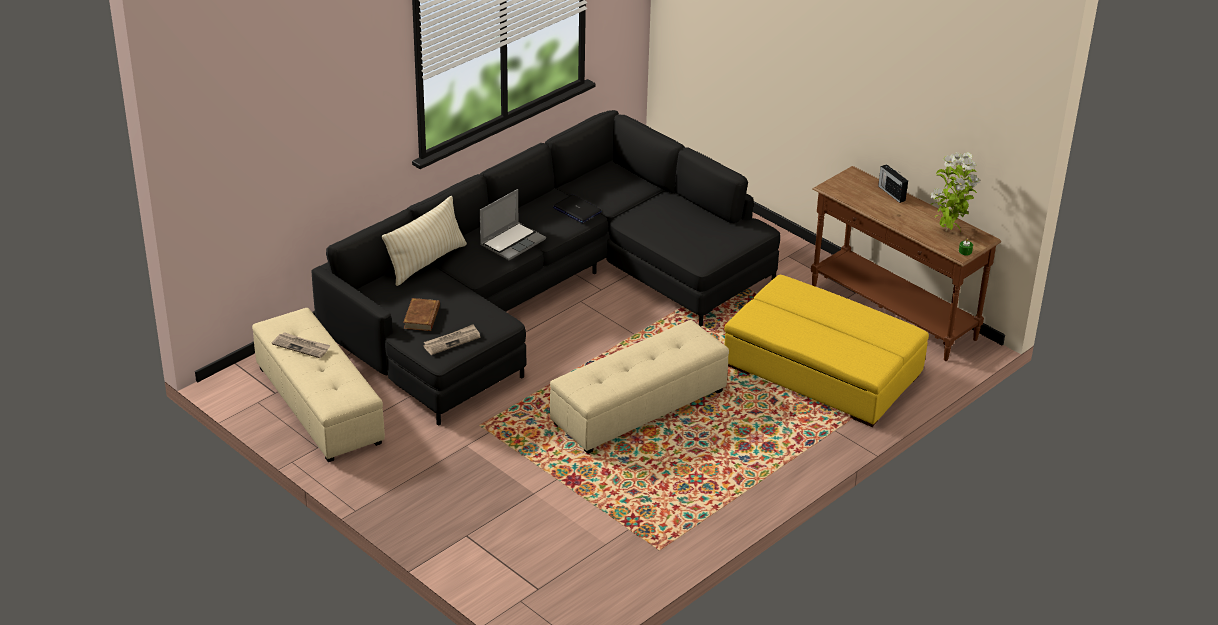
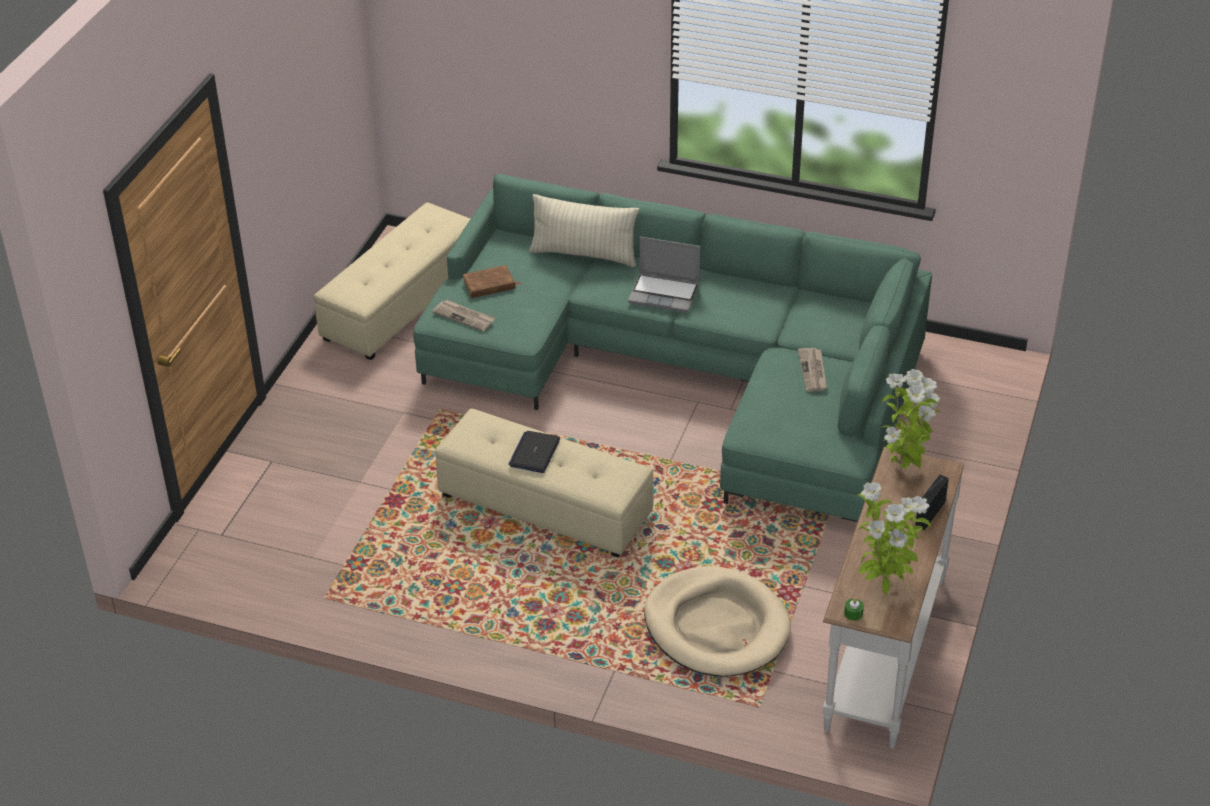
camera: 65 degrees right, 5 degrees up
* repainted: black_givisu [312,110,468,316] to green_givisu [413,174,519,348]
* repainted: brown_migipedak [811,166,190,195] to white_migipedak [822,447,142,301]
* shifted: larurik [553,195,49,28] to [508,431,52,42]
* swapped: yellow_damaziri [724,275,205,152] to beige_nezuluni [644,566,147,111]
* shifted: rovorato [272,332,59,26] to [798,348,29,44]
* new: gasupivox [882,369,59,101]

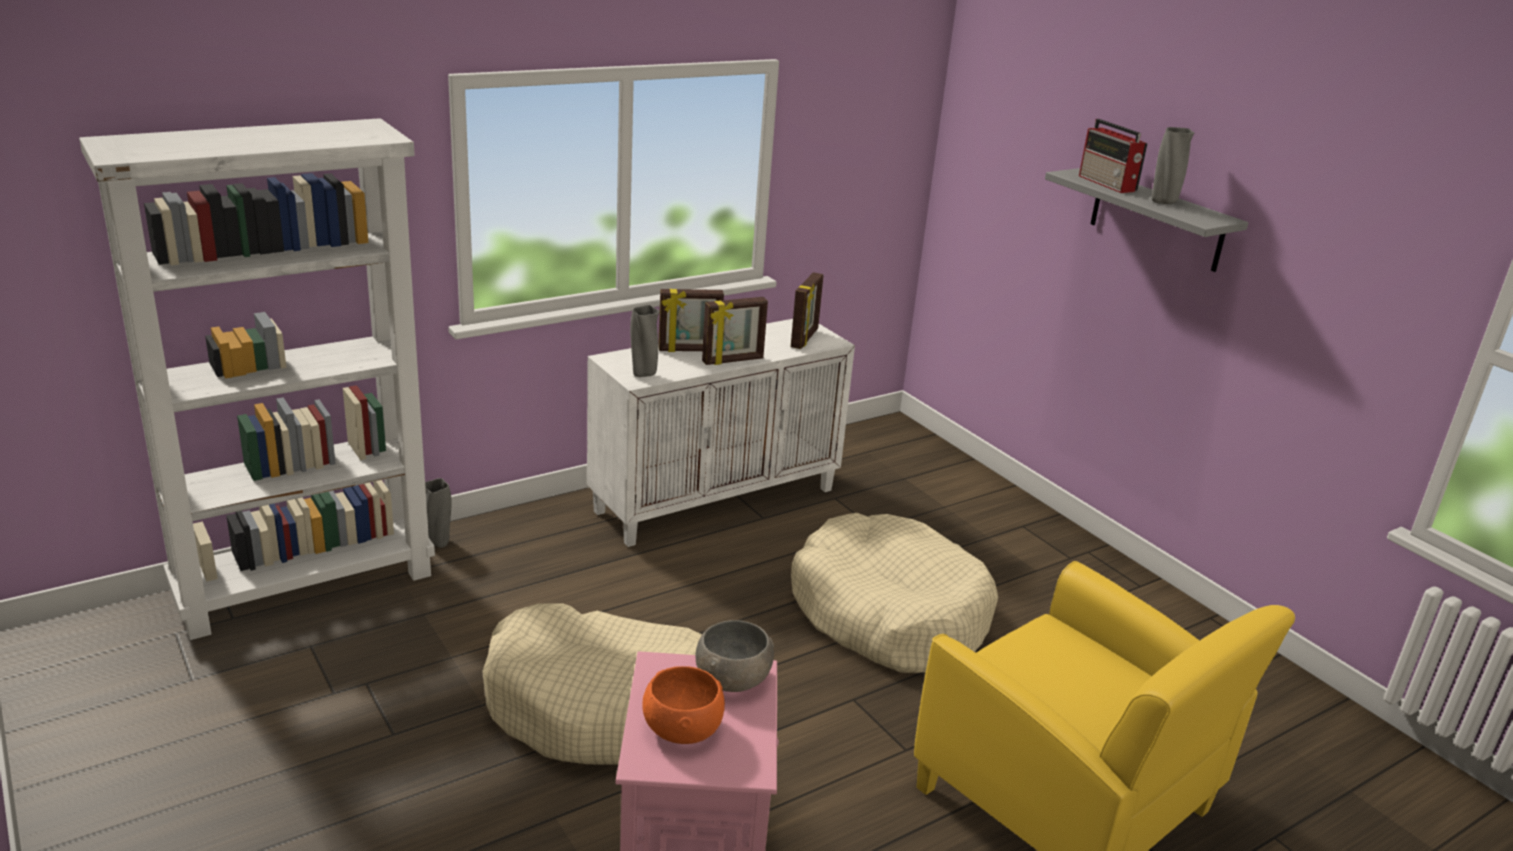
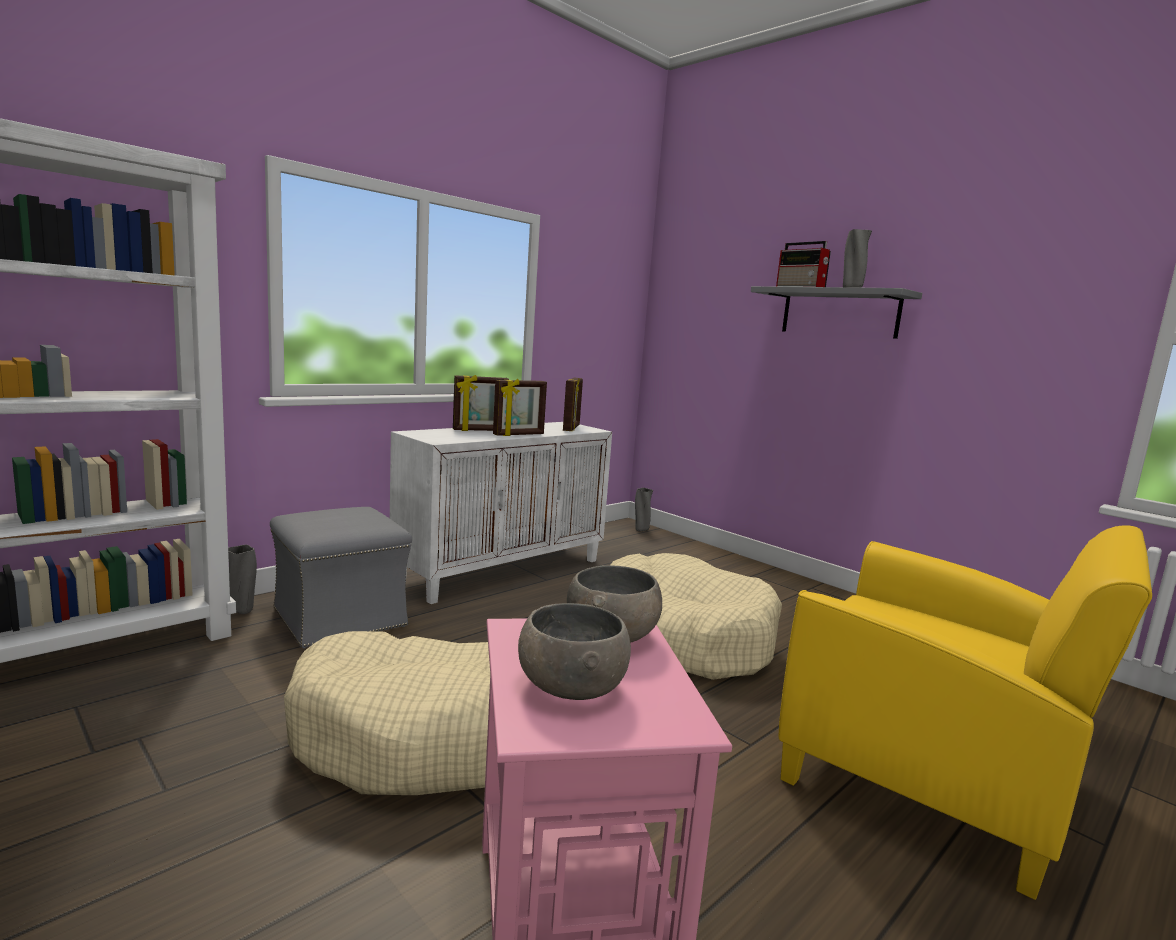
camera: 10 degrees left, 15 degrees down
* shifted: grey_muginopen [630,305,29,72] to [635,488,18,43]
* repainted: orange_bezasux [642,666,83,78] to grey_bezasux [518,603,113,97]
* new: grey_damaziri [270,507,142,141]

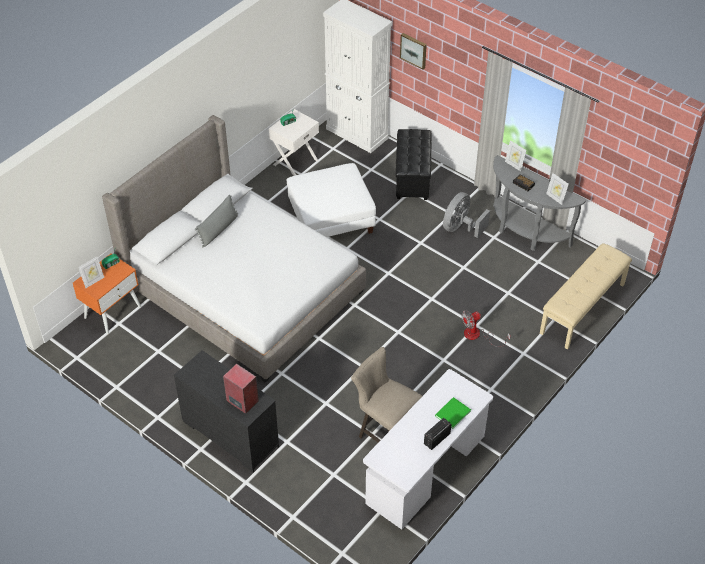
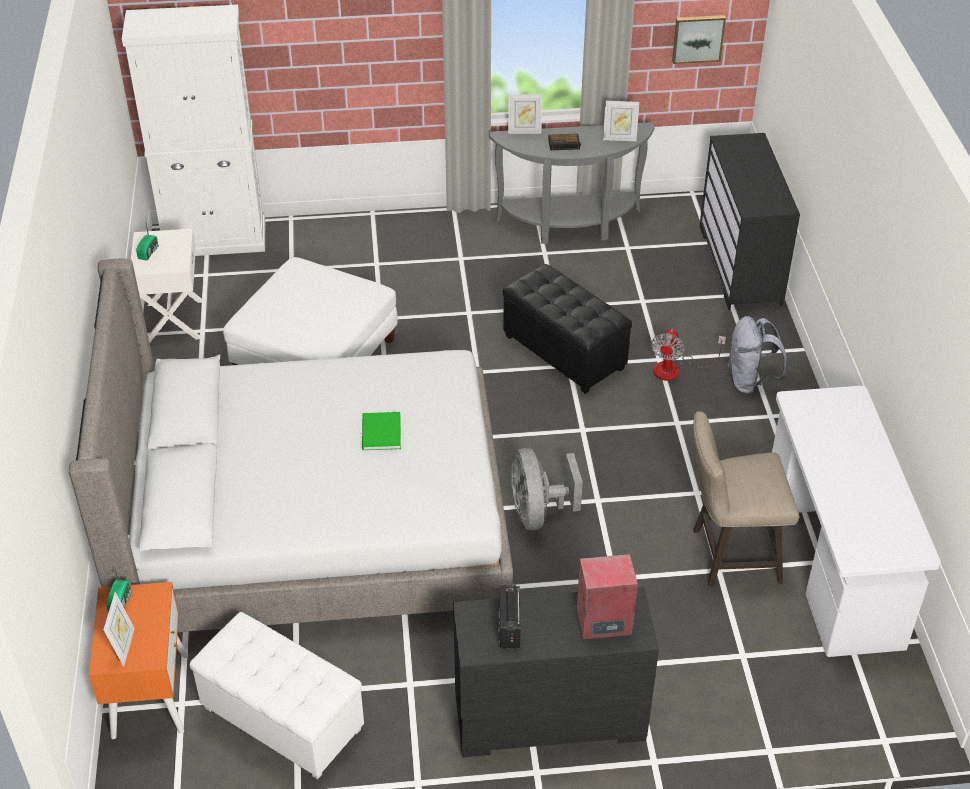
camera: 45 degrees left, 5 degrees down
* shifted: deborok [400,33,27,37] to [672,15,54,49]
* shifted: black_damaziri [395,129,37,71] to [502,264,130,130]
* shifted: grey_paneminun [443,192,47,46] to [511,448,72,82]
* gone: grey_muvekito [195,195,43,52]
* swapped: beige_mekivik [540,243,92,107] to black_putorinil [700,133,100,177]
* shifted: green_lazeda [435,397,36,32] to [362,412,39,39]
* shifted: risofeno [424,418,28,32] to [498,585,23,64]
* new: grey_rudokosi [728,316,59,78]
* new: white_damaziri [190,612,174,167]

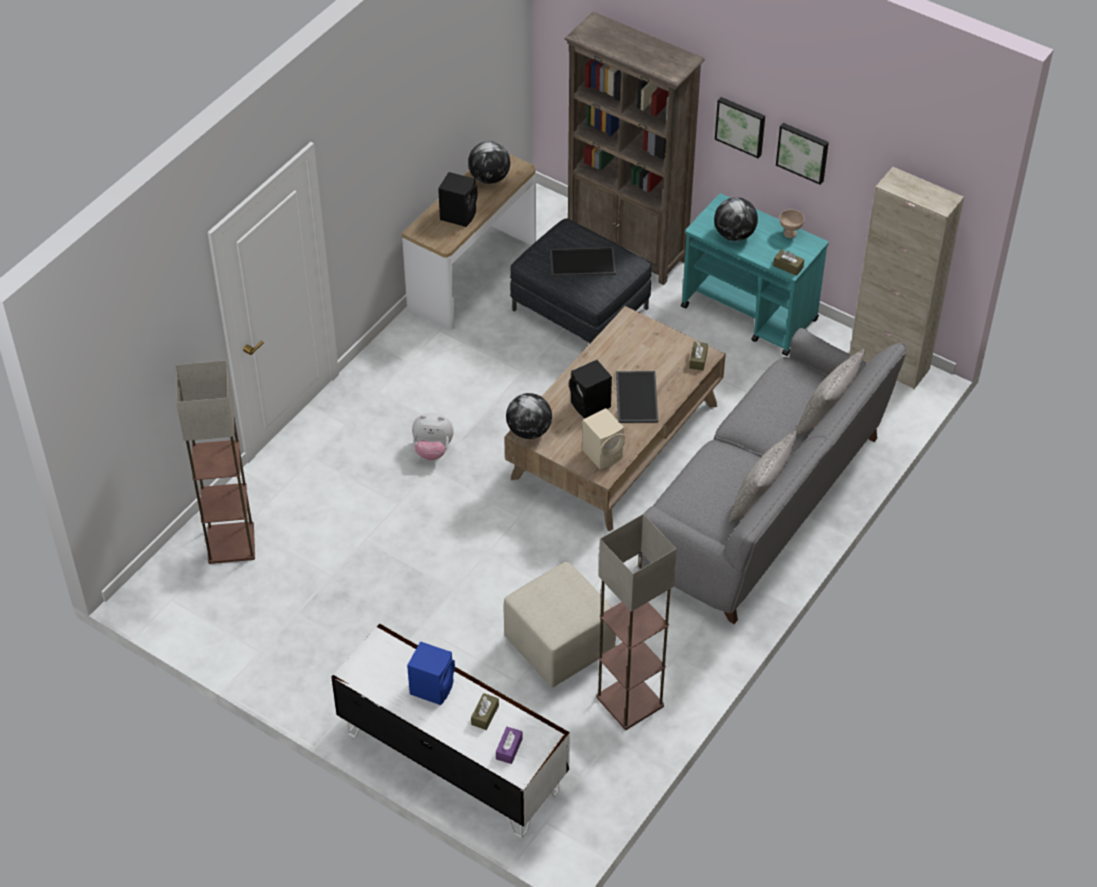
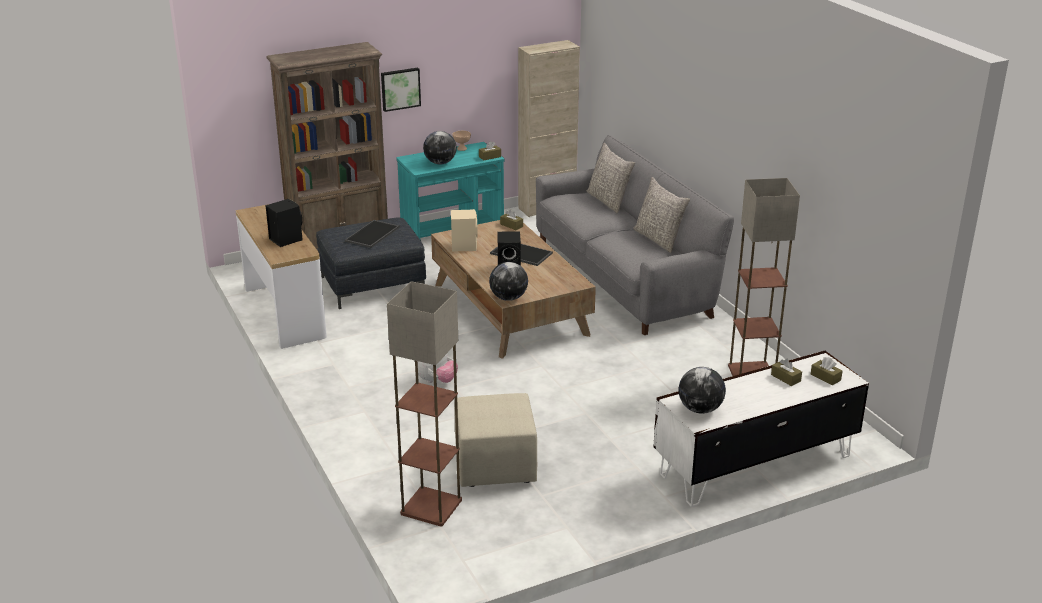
camera: 60 degrees left, 20 degrees down
* gone: deborok [776,123,53,62]
* shifted: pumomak [468,141,42,43] to [679,367,47,47]
* shifted: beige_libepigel [582,408,43,61] to [451,209,27,43]
* shifted: beige_damaziri [504,562,112,126] to [454,393,83,94]
* gone: blue_libepigel [407,641,48,64]
* repainted: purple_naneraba [496,727,27,37] to brown_naneraba [811,357,31,28]

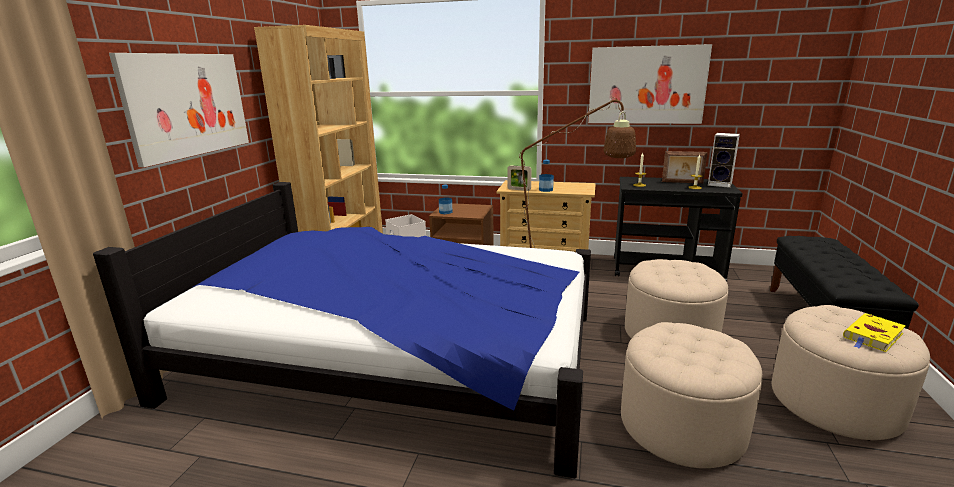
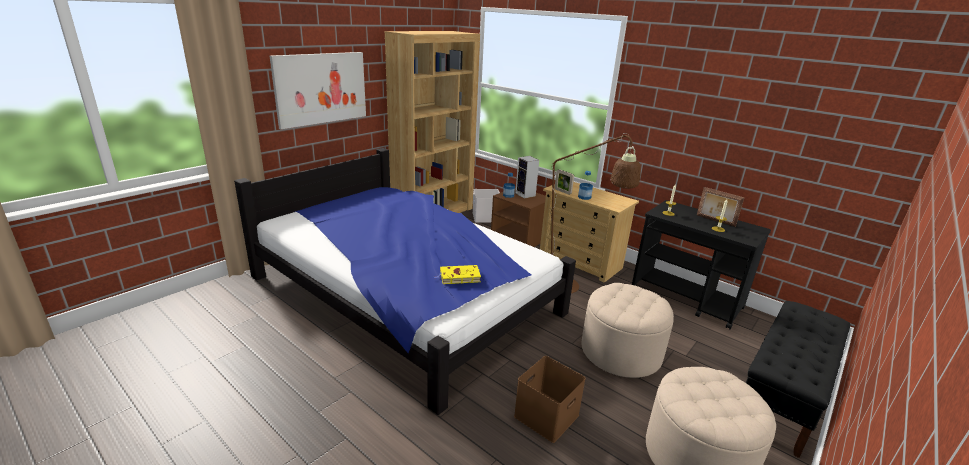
camera: 25 degrees right, 5 degrees up
* gone: deborok [588,44,124,80]
* shifted: libepigel [708,133,32,55] to [515,156,24,42]
* shifted: yellow_lazeda [843,313,63,39] to [434,265,47,19]
* swapped: beige_damaziri [621,322,141,146] to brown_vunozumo [514,356,72,87]

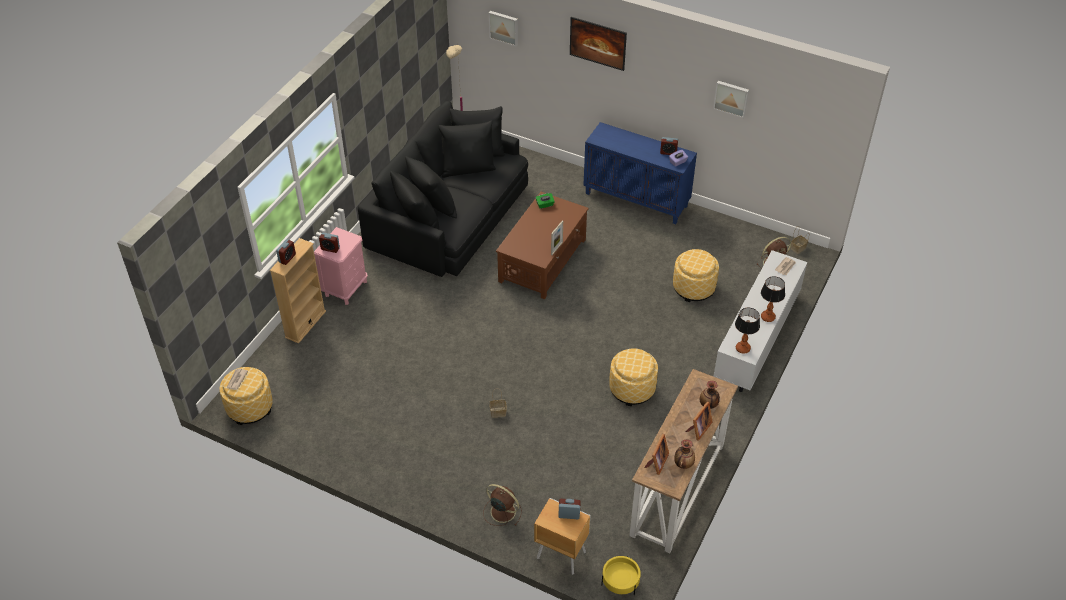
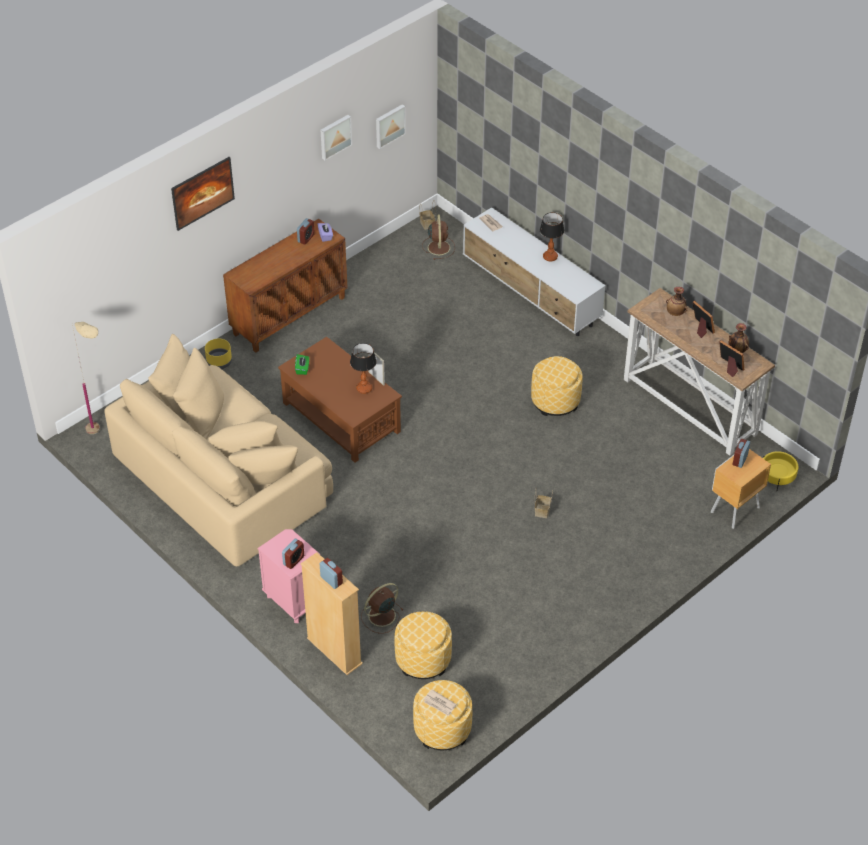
camera: 70 degrees left, 0 degrees up
* shifted: deborok [489,11,29,35] to [376,104,30,45]
* repainted: black_givisu [358,101,170,176] to beige_givisu [104,334,229,232]
* repainted: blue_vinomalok [583,122,114,102] to brown_vinomalok [223,219,125,134]
* shifted: damaziri [673,249,46,53] to [395,611,57,68]
* shifted: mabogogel [735,308,25,46] to [350,343,27,51]
* shifted: brown_paneminun [483,484,39,42] to [361,583,42,51]
* new: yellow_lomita [205,338,27,31]

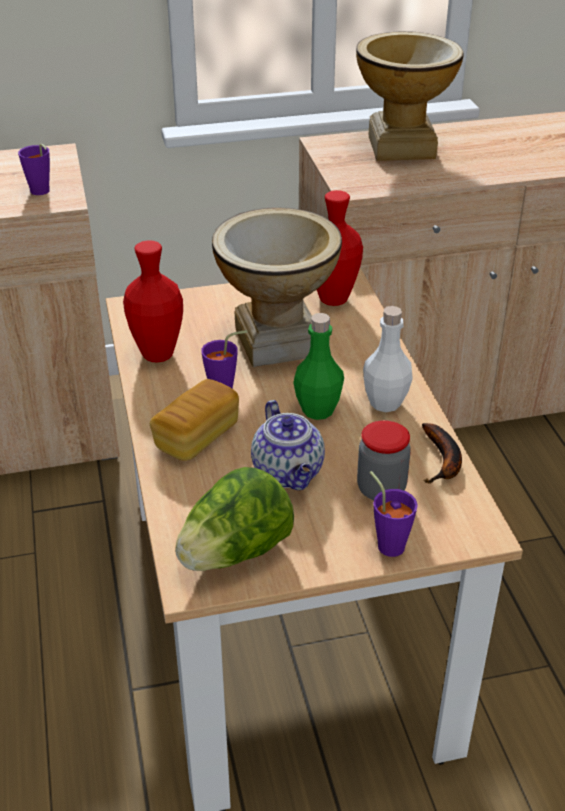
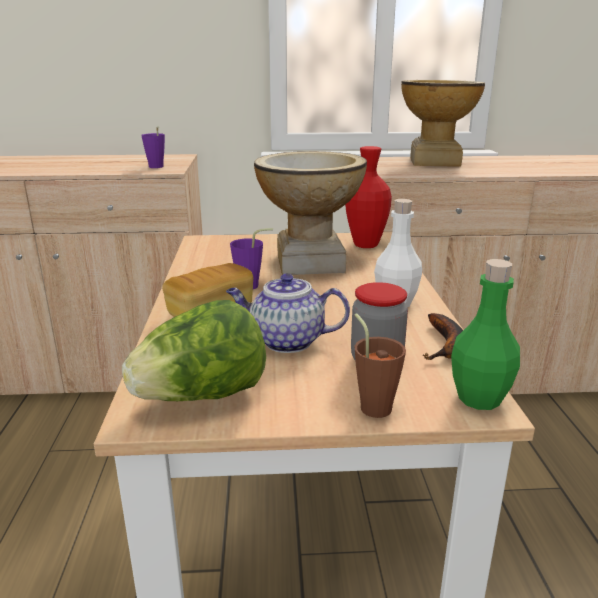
camera: 10 degrees right, 15 degrees down
* gone: red_muginopen [123,240,60,122]
* shifted: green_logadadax [293,313,51,107] to [451,259,69,151]
* rotated: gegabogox [251,400,74,90] = [226,273,124,80] 105 degrees clockwise
* repainted: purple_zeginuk [370,471,48,86] to brown_zeginuk [355,313,51,105]

